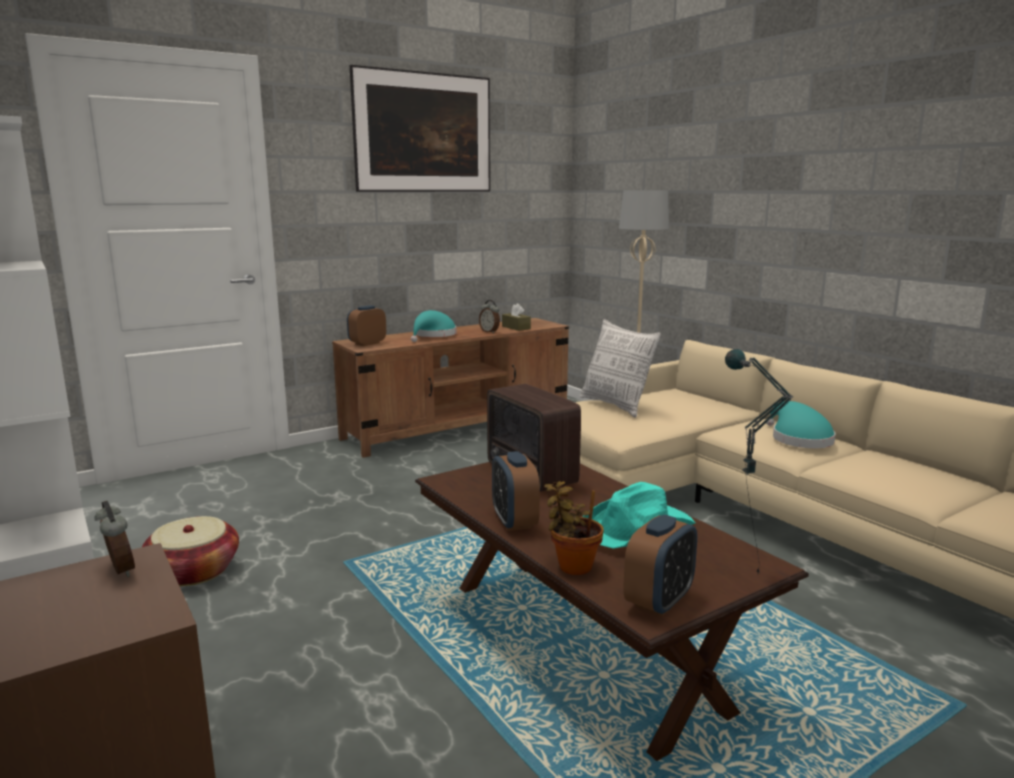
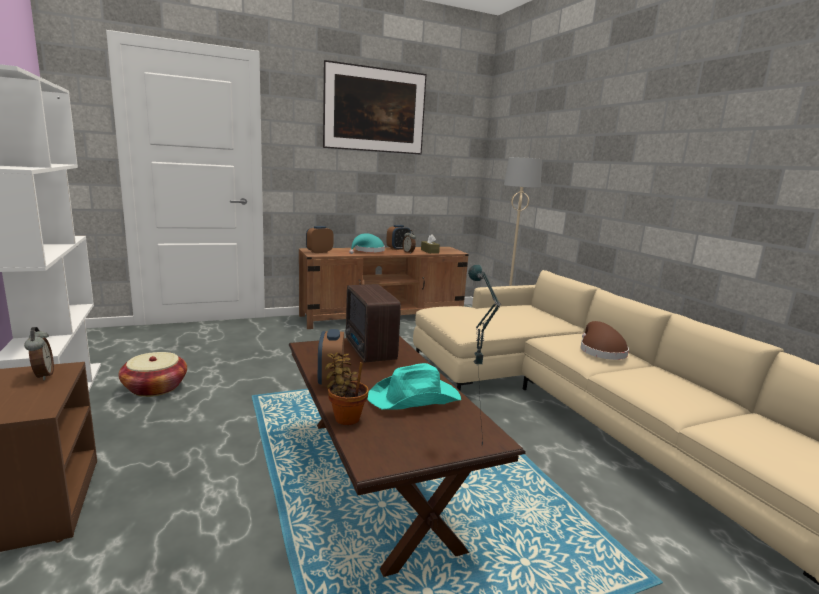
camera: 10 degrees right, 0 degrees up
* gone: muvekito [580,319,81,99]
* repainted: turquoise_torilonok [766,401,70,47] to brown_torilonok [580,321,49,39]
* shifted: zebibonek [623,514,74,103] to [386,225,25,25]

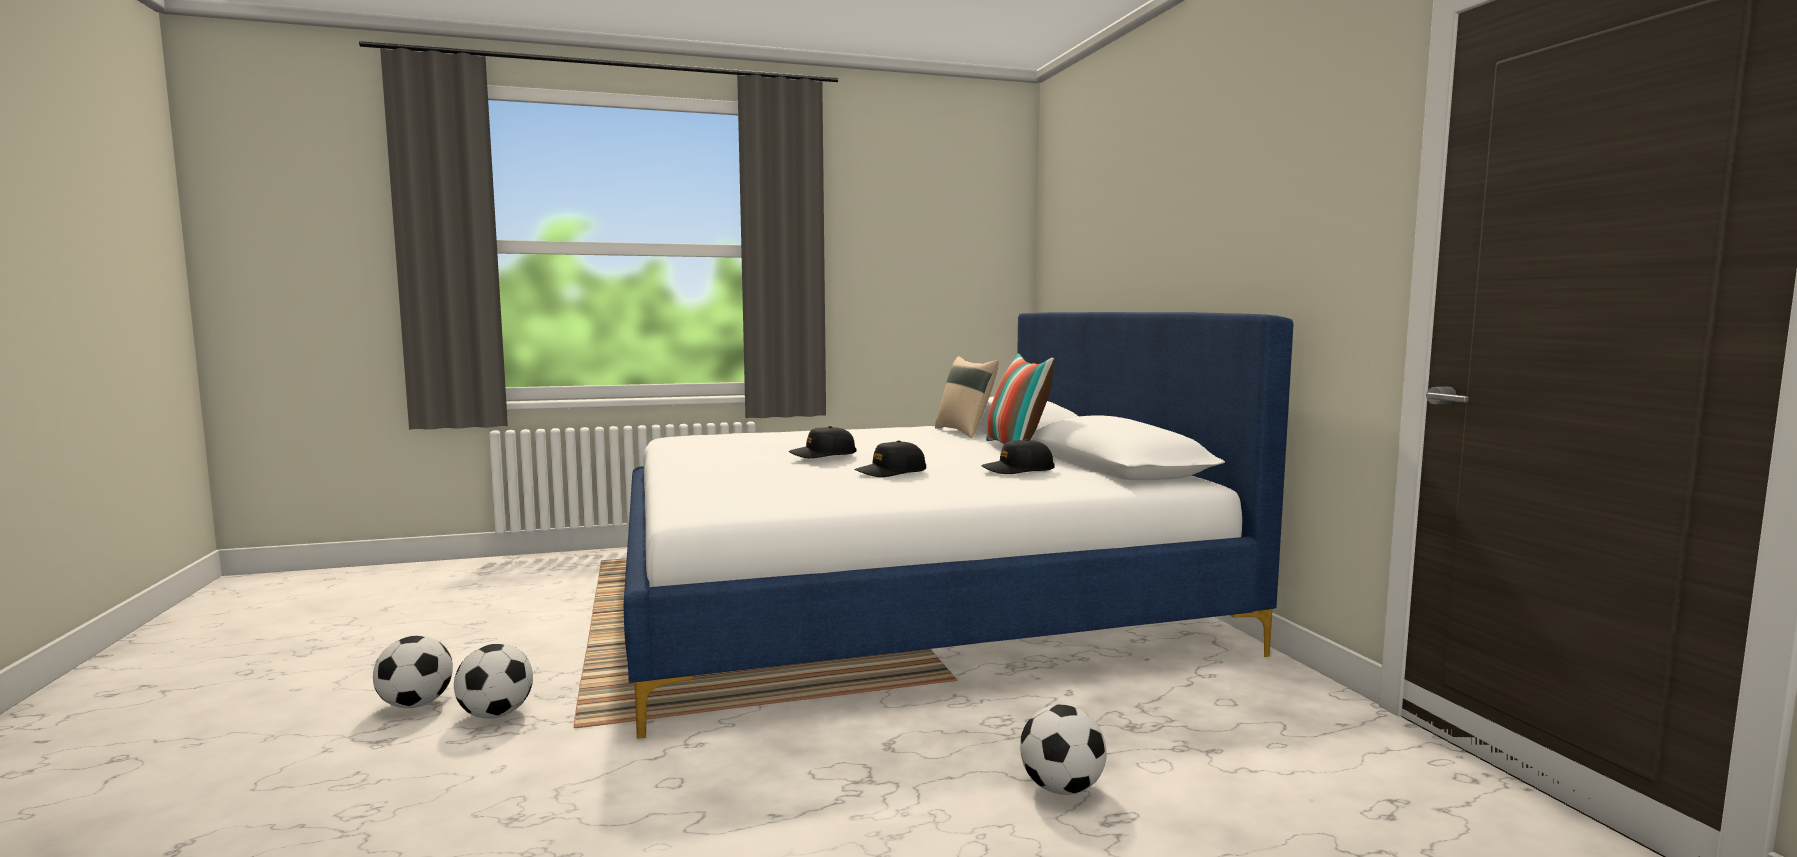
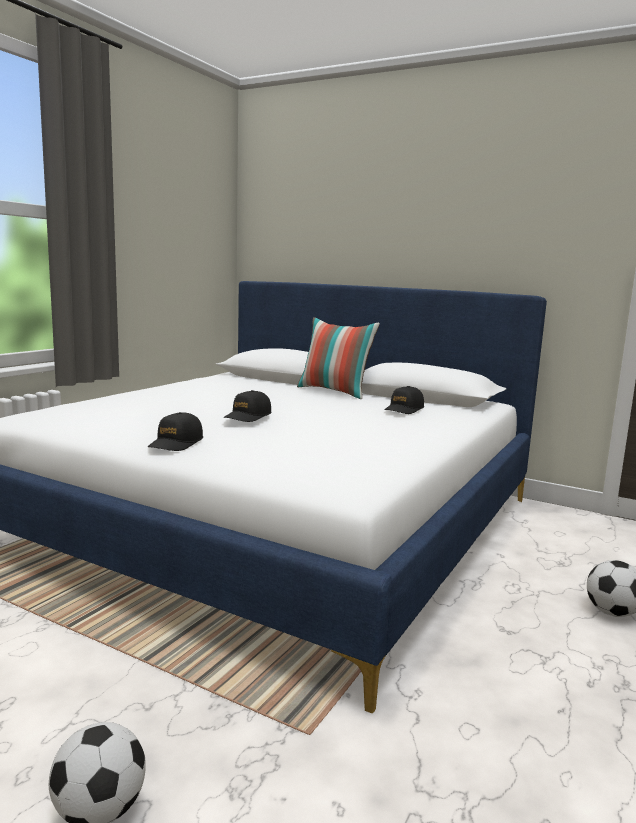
camera: 45 degrees left, 5 degrees up
* gone: beige_muvekito [935,356,64,82]
* shifted: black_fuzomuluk [855,440,71,37] to [148,412,55,39]
* gone: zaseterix [454,644,79,75]

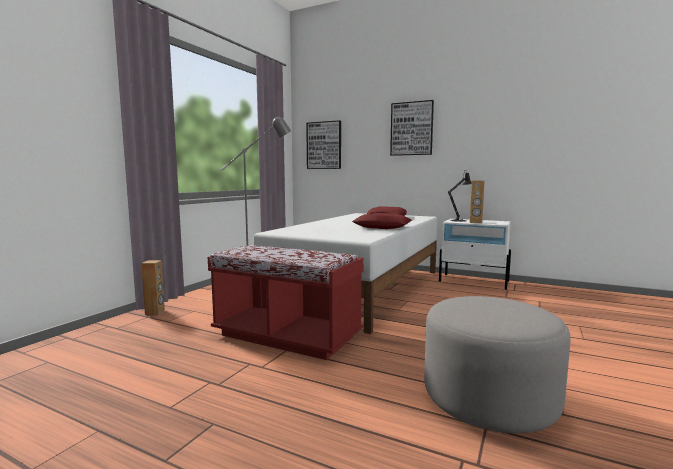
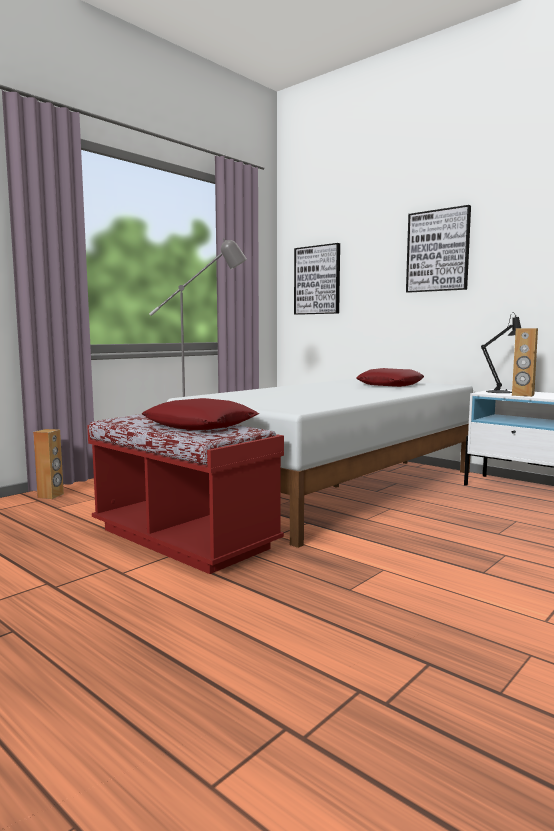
camera: 15 degrees right, 0 degrees up
* shifted: red_muvekito [352,213,60,16] to [142,398,117,32]
* gone: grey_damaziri [424,296,147,137]

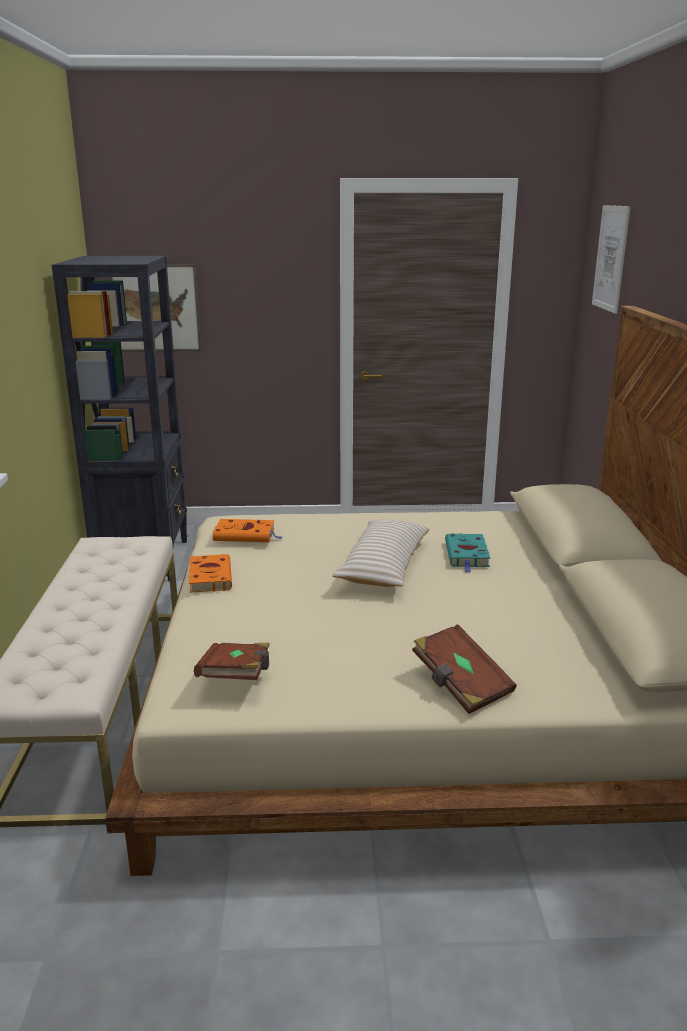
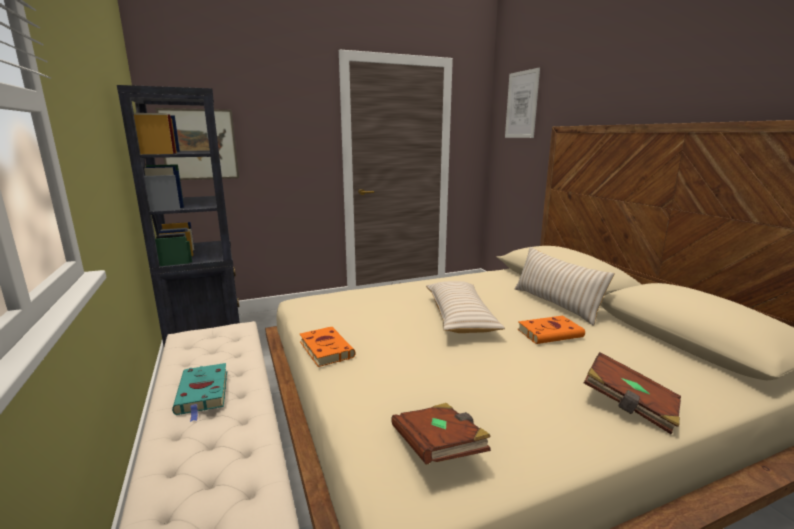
camera: 20 degrees left, 5 degrees down
* shifted: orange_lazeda [213,519,70,23] to [517,316,68,28]
* shifted: turquoise_lazeda [445,533,45,40] to [172,363,55,59]
* new: beige_muvekito [515,247,100,79]

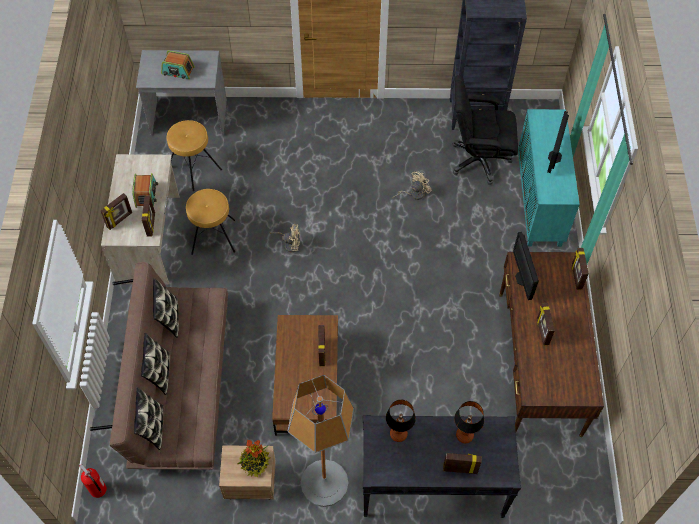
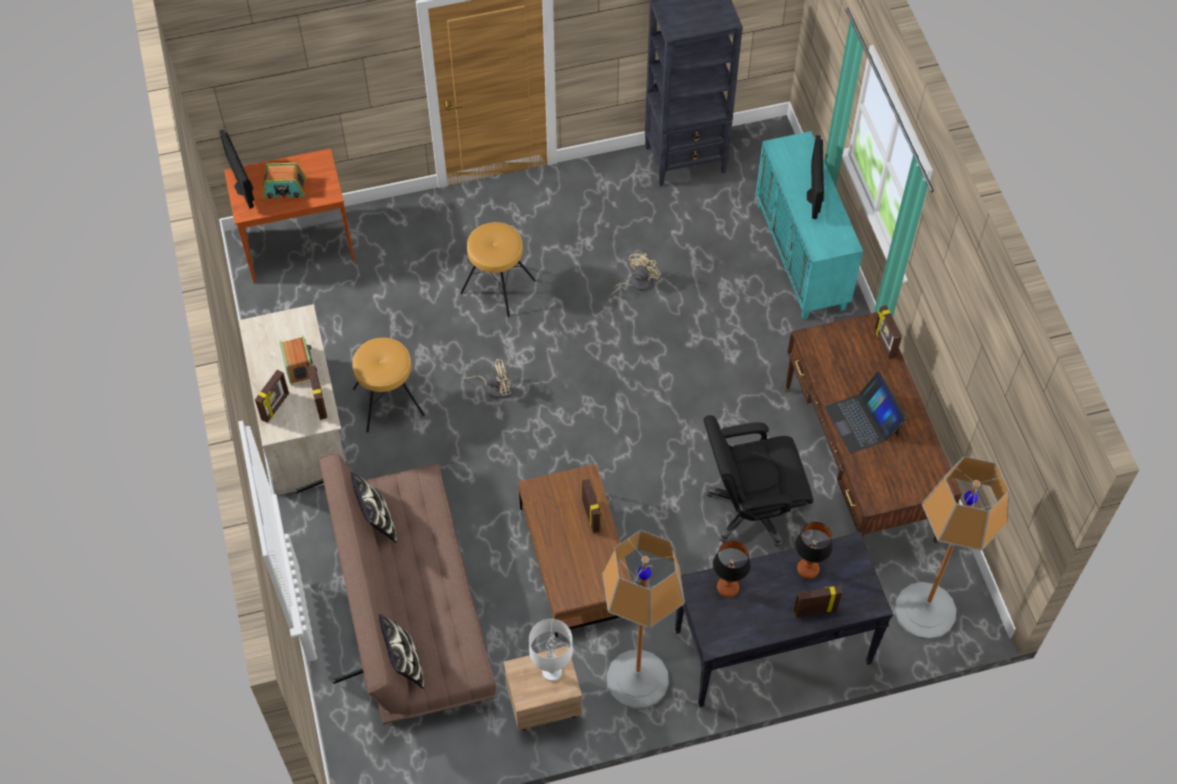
camera: 15 degrees left, 0 degrees up
* repainted: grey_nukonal [136,50,91,86] to brown_nukonal [224,148,131,135]
* shifted: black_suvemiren [452,75,66,110] to [704,415,109,132]
* shifted: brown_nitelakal [167,120,55,71] to [460,222,76,95]
* shifted: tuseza [513,232,26,68] to [219,129,35,80]
* swapped: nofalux [537,303,18,42] to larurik [825,371,82,83]
* gone: muvekito [141,333,29,62]
* swapped: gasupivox [238,440,32,37] to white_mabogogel [529,619,44,63]
* gone: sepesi [80,464,27,34]
* new: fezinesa [895,456,114,184]

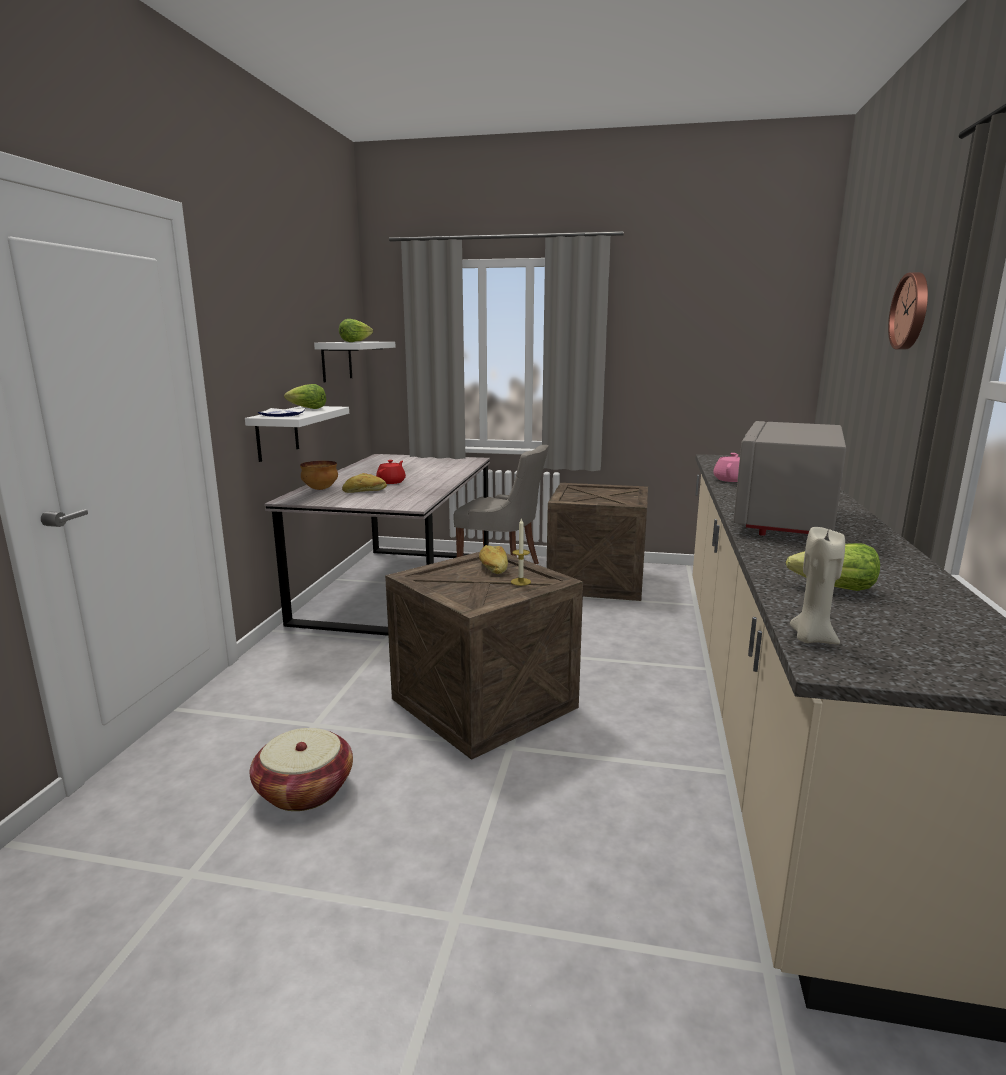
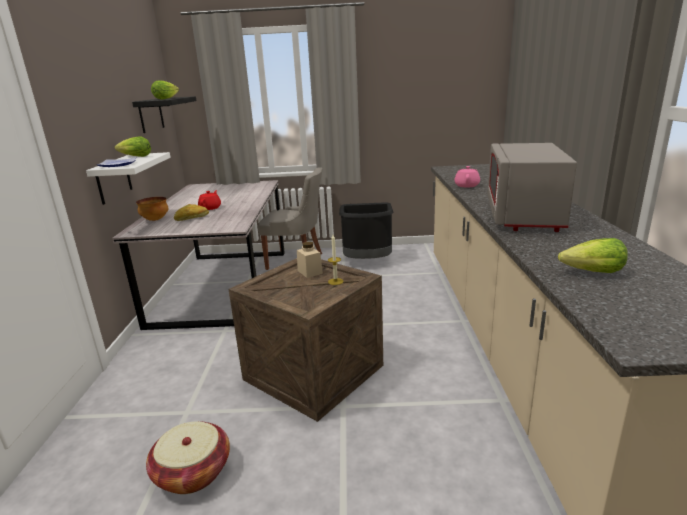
camera: 10 degrees left, 5 degrees up
* gone: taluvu [888,272,40,78]
* repainted: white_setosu [314,342,82,40] to black_setosu [132,96,65,37]
* swapped: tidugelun [547,483,101,118] to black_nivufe [339,202,54,57]
* gone: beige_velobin [790,527,55,117]
* swapped: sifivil [479,545,29,29] to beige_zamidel [297,241,26,37]

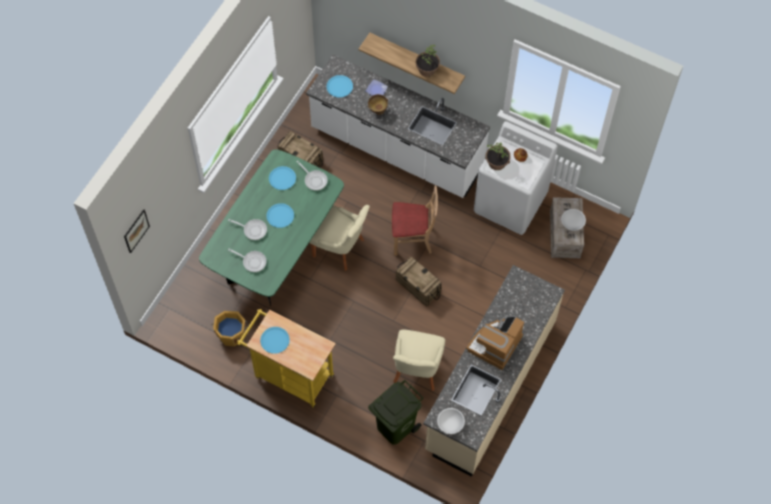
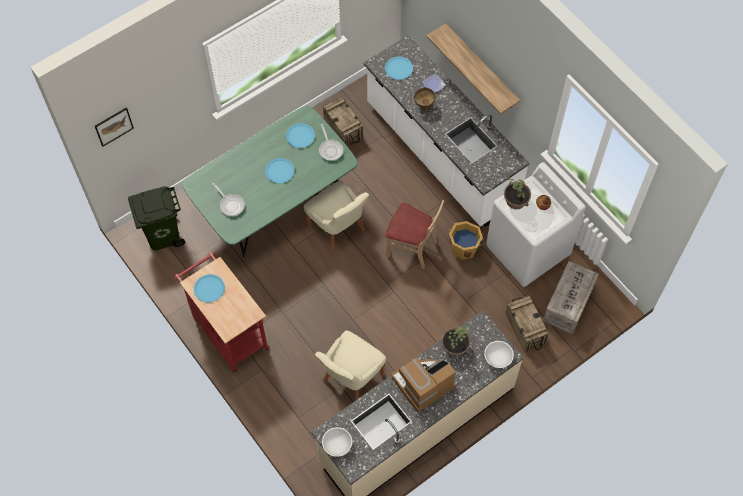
camera: 25 degrees right, 0 degrees up
* shifted: gasupivox [416,44,24,33] to [442,326,28,32]
* shifted: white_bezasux [561,209,25,22] to [484,341,30,27]
* gone: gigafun [228,219,39,21]
* shifted: tidugelun [396,257,46,50] to [505,296,44,57]
* repainted: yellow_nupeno [237,309,99,99] to red_nupeno [174,252,96,120]
* shifted: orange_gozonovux [211,311,38,35] to [448,221,37,39]
* shifted: green_nivufe [368,380,55,65] to [128,186,57,64]

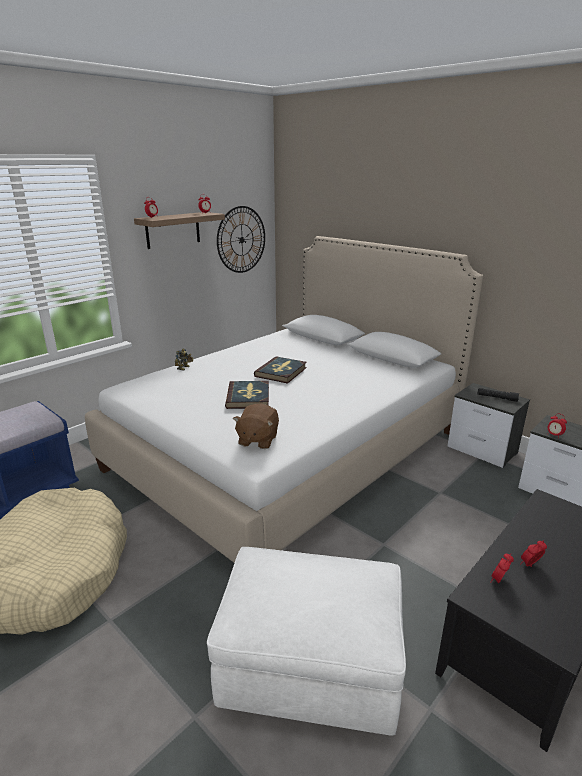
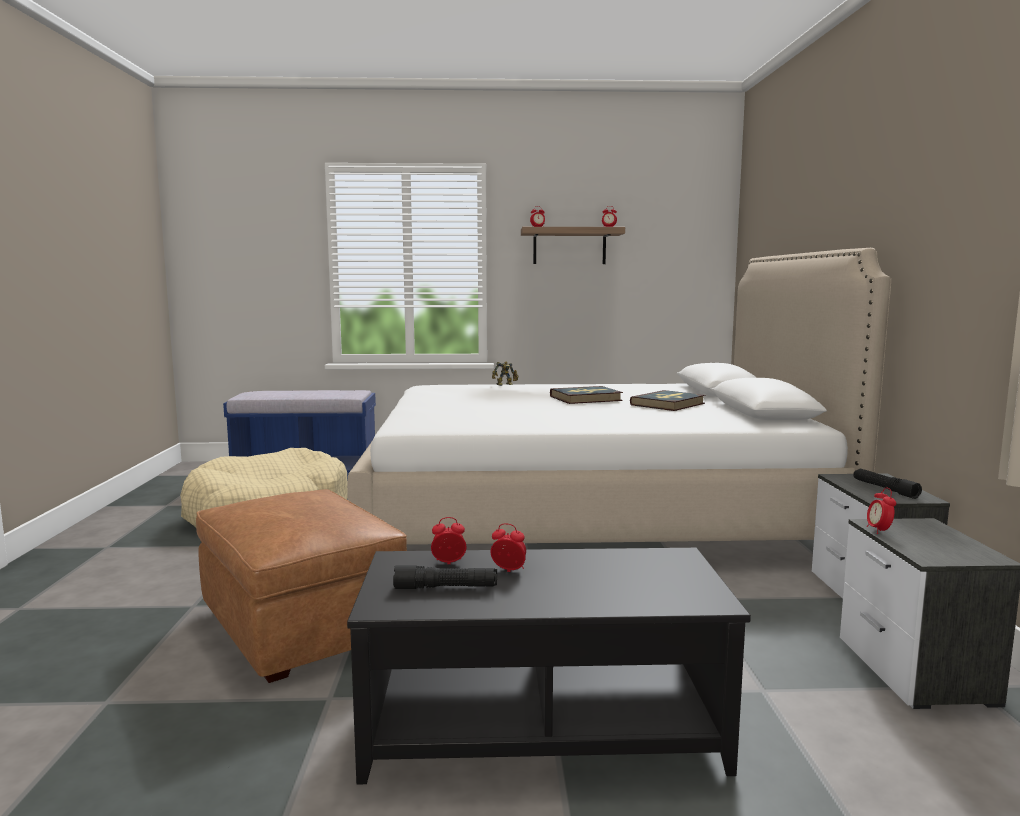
camera: 45 degrees right, 15 degrees down
* gone: taluvu [217,206,48,67]
* shifted: lazeda [225,381,44,28] to [630,390,76,21]
* gone: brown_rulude [233,403,46,46]
* repainted: white_damaziri [207,547,199,189] to brown_damaziri [196,489,211,194]
* new: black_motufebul [393,565,104,24]

